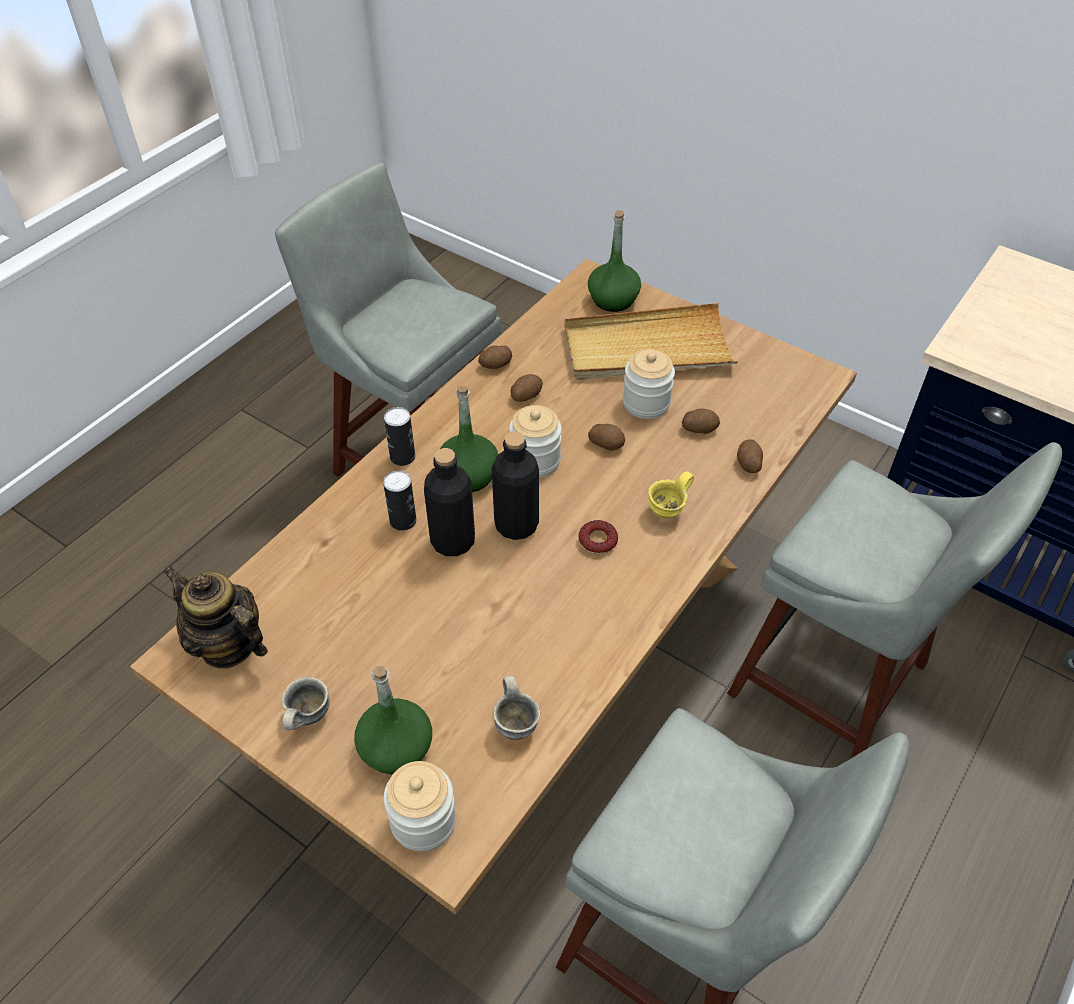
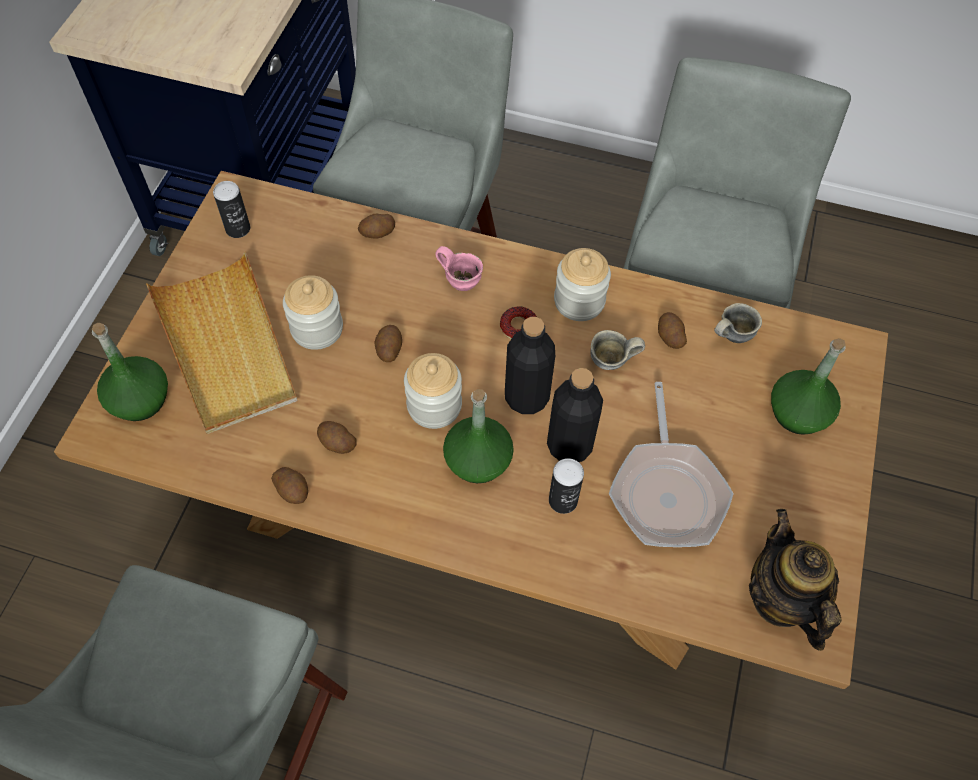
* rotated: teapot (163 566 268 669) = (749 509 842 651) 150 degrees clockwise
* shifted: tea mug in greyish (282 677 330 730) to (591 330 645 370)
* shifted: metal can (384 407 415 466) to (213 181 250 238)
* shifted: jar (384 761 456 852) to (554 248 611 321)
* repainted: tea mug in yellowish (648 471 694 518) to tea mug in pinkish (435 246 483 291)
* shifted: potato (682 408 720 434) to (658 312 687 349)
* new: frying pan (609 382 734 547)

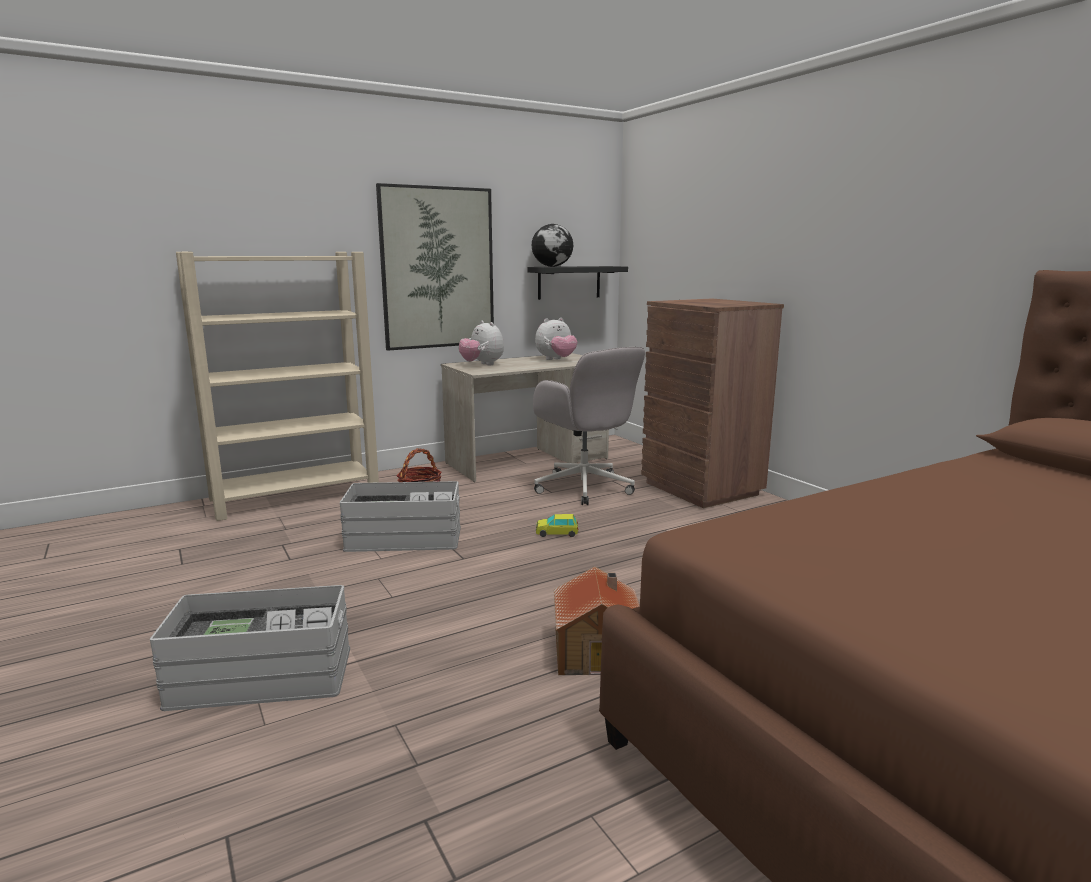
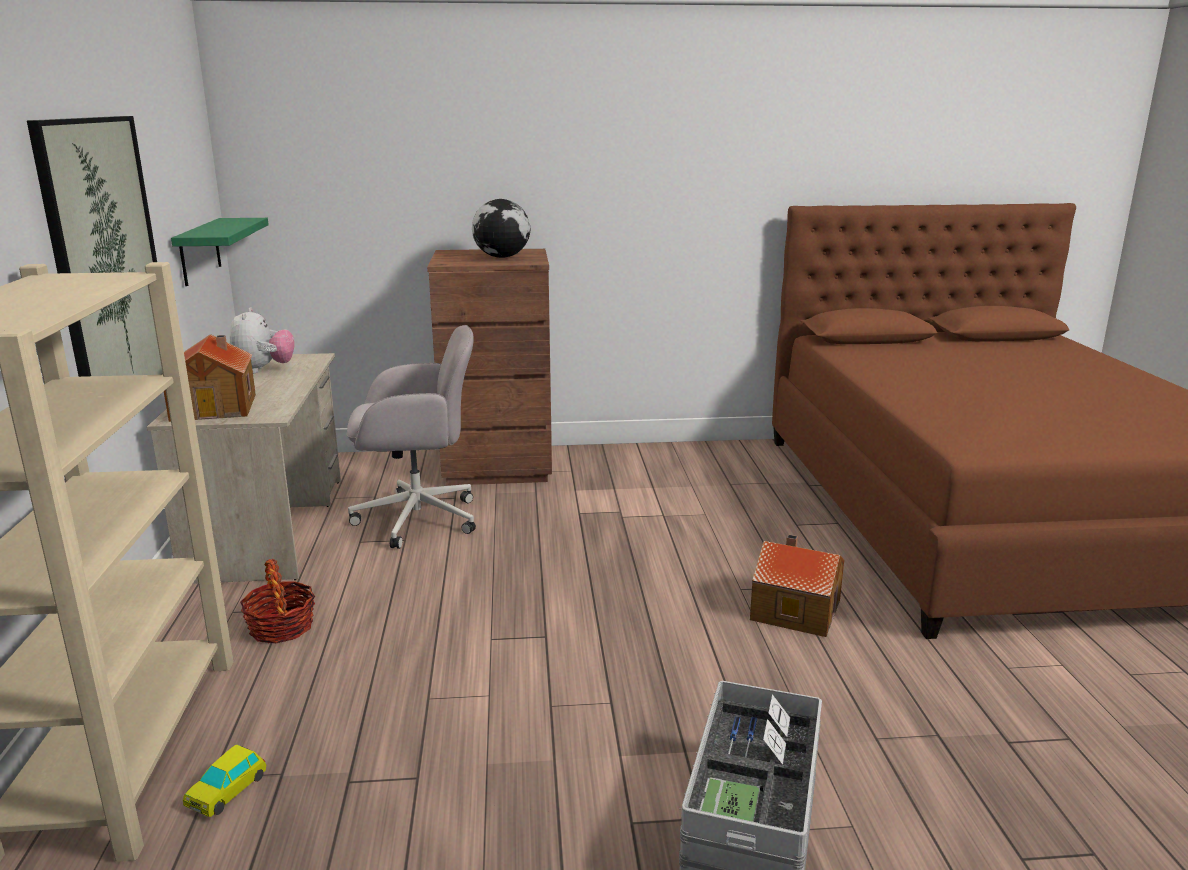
* gone: storage box in greyish (340 481 461 552)
* swapped: plush toy (459 321 504 365) to model house (162 334 256 422)
* repainted: wall shelf in black (527 266 628 300) to wall shelf in green (171 218 269 286)
* shifted: globe (531 224 573 267) to (472 199 531 258)
* shifted: miniature car (536 514 578 537) to (183 745 267 817)

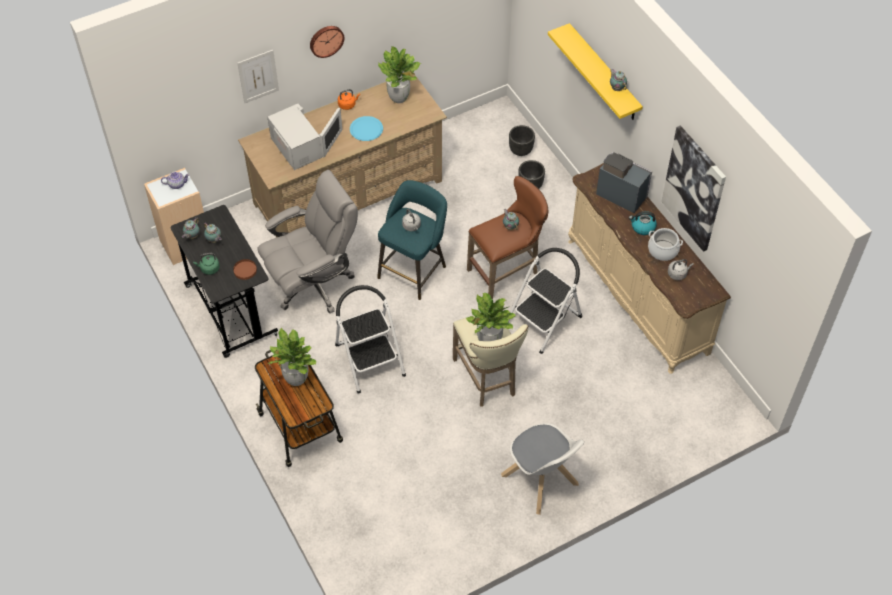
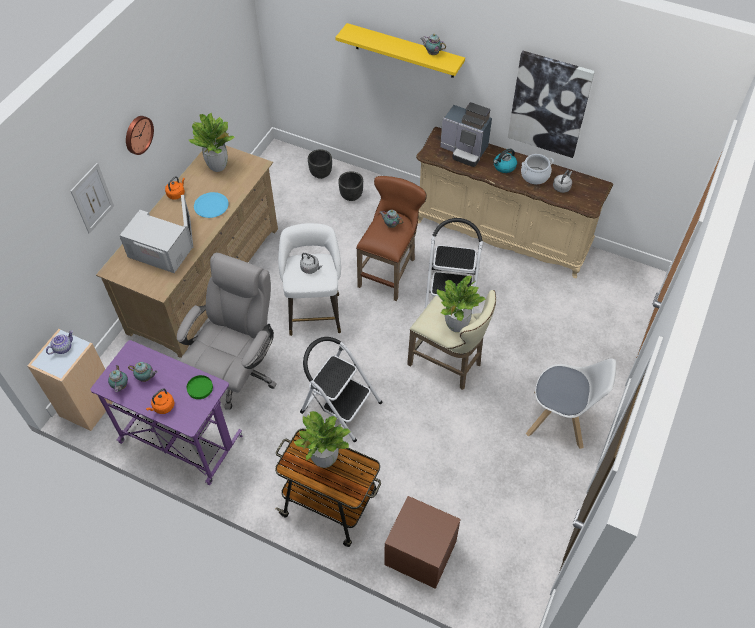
* repainted: desk in black (170 205 278 358) to desk in purple (90 340 242 485)
* repainted: kettle in green (193 253 220 275) to kettle in orangey (146 388 174 414)
* repainted: dinner plate in brown (233 259 257 280) to dinner plate in green (187 375 213 399)
* repainted: stool seat in turquoise-coloured (377 180 447 300) to stool seat in whitish (278 223 341 336)
* rotated: coffee brewer (596 152 652 213) = (440 102 492 167) 150 degrees counterclockwise
* new: nightstand in brown (385 496 461 589)

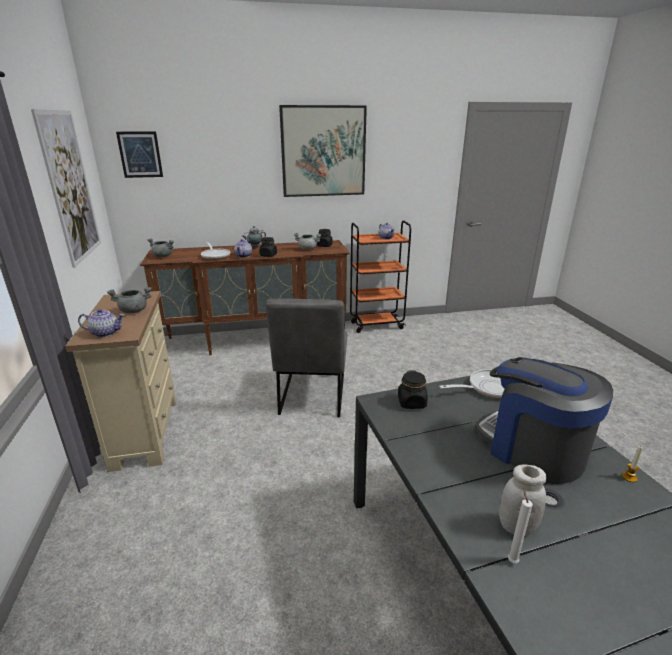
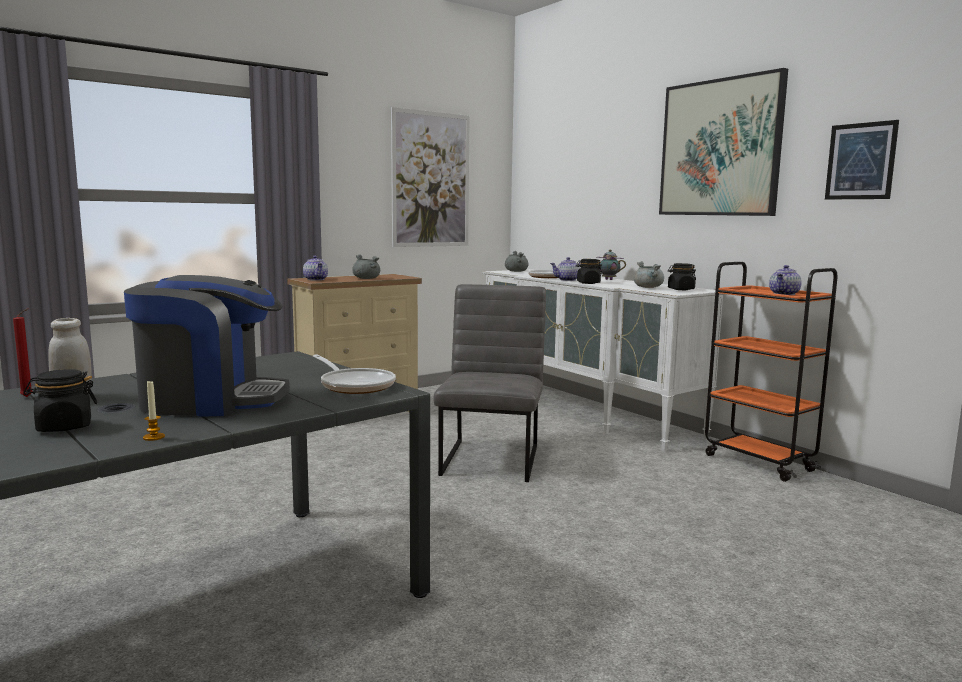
* shifted: wall art (116 131 163 178) to (825 120 899 199)
* repainted: cabinet in brown (140 240 350 355) to cabinet in whitish (482 269 724 452)
* rotated: chair in greyish (266 299 347 417) = (434 284 546 482) 120 degrees clockwise
* shifted: jar in black (398 371 428 409) to (23 369 97 432)
* rotated: coffee brewer (475 357 613 484) = (124 275 290 416) 60 degrees clockwise
* repainted: wax light in whitish (508 488 533 563) to wax light in reddish (13 308 33 397)

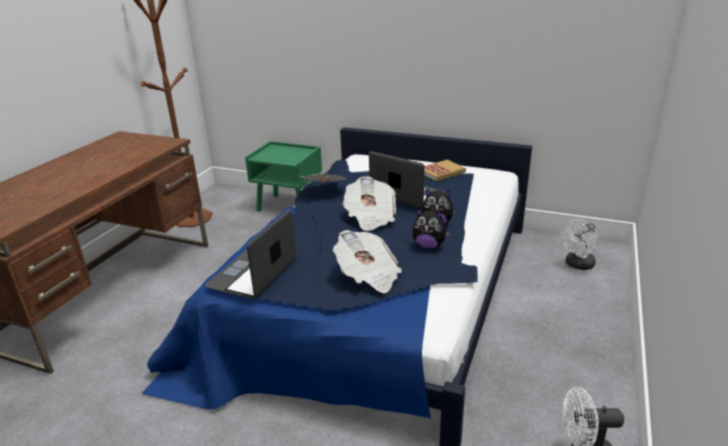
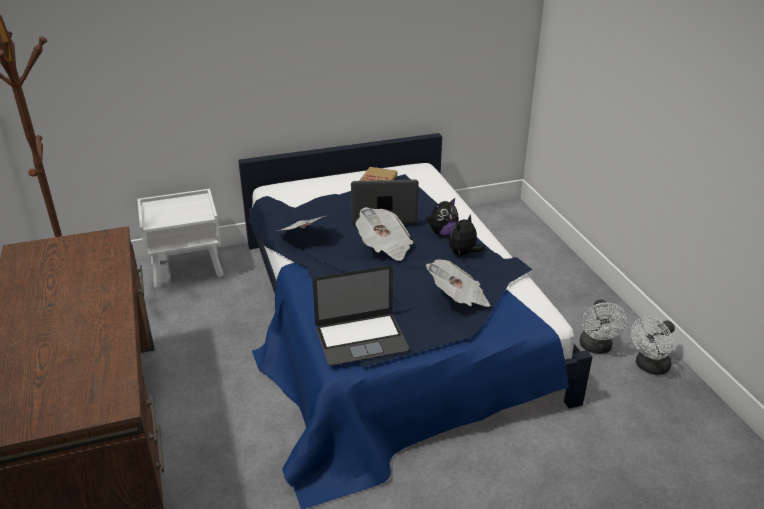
* rotated: laptop (205 209 296 299) = (313 266 409 365) 90 degrees counterclockwise
* repainted: nightstand in green (245 141 322 211) to nightstand in whitish (137 189 223 288)
* rotated: plush toy (412 208 451 249) = (449 214 485 255) 150 degrees clockwise
* shifted: cooling fan in whitish (561 219 599 270) to (579 299 628 354)

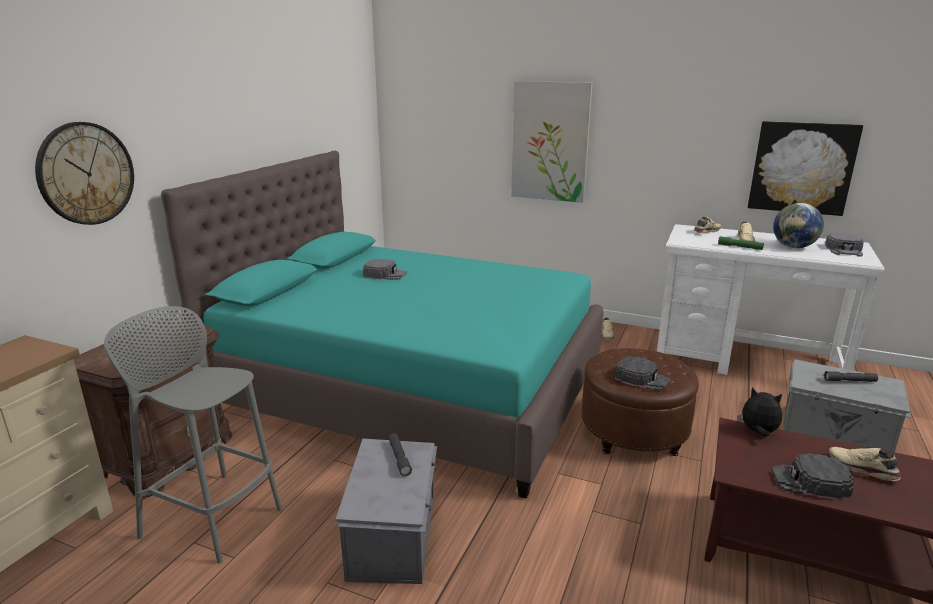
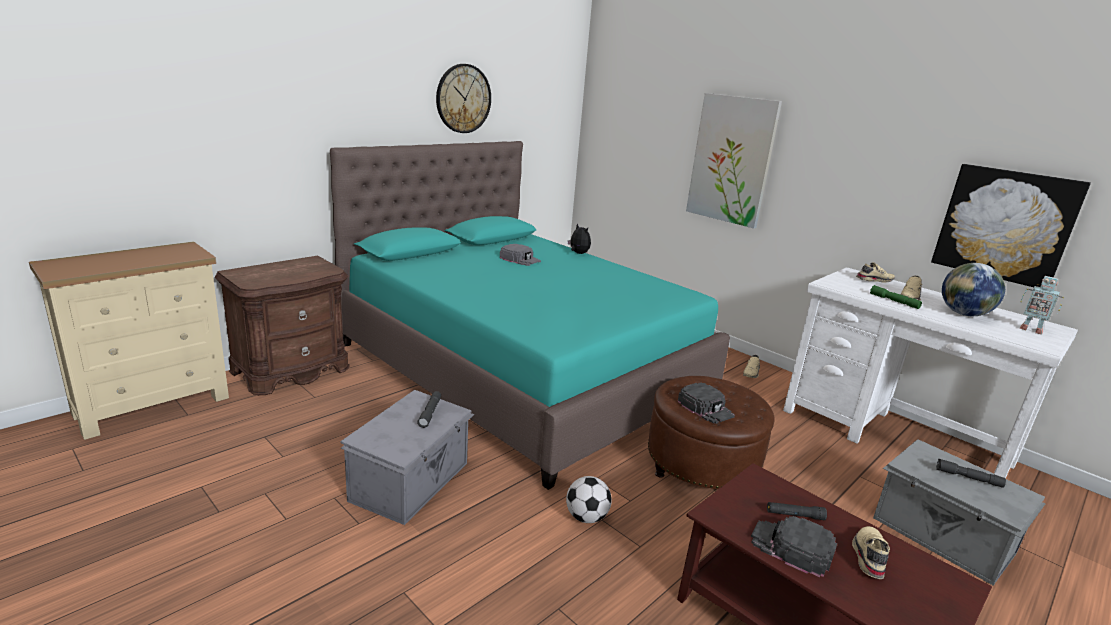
* shifted: clock on the wall (35 122 134 225) to (436 64 491 133)
* gone: stool seat in greyish (104 306 282 563)
* shifted: plush toy (737 387 782 437) to (567 223 591 254)
* swapped: baseball cap in greyish (825 233 864 257) to model robot (1020 276 1064 335)
* rotated: shoe in sand-coloured (829 447 901 481) = (852 526 890 579) 45 degrees clockwise
* new: football (566 476 612 523)
* new: torch in black (767 502 827 520)

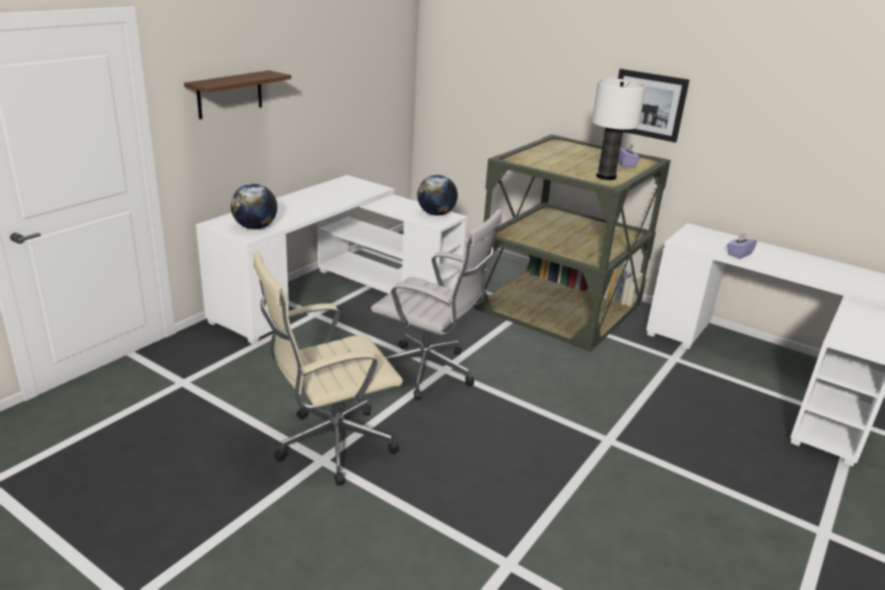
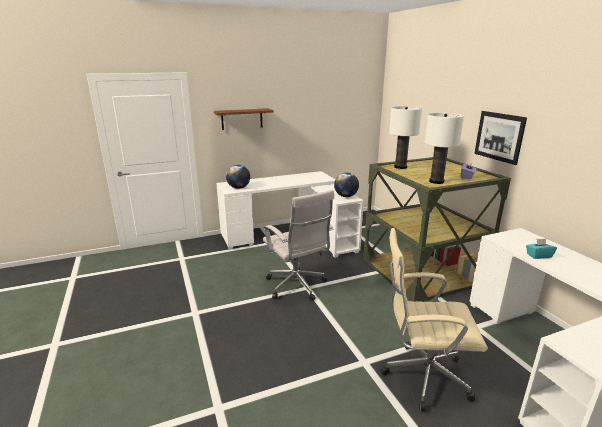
* shifted: office chair in sand-coloured (253 251 403 486) to (381 228 488 412)
* repainted: tissue holder in purple (727 233 757 259) to tissue holder in turquoise-coloured (526 239 557 259)
* new: lamp for a table in whitish (389 106 422 169)

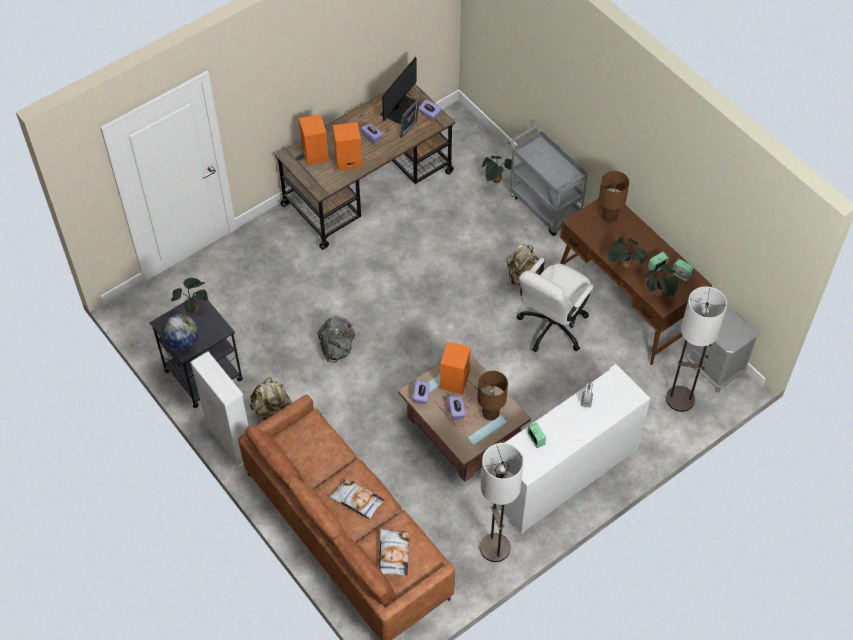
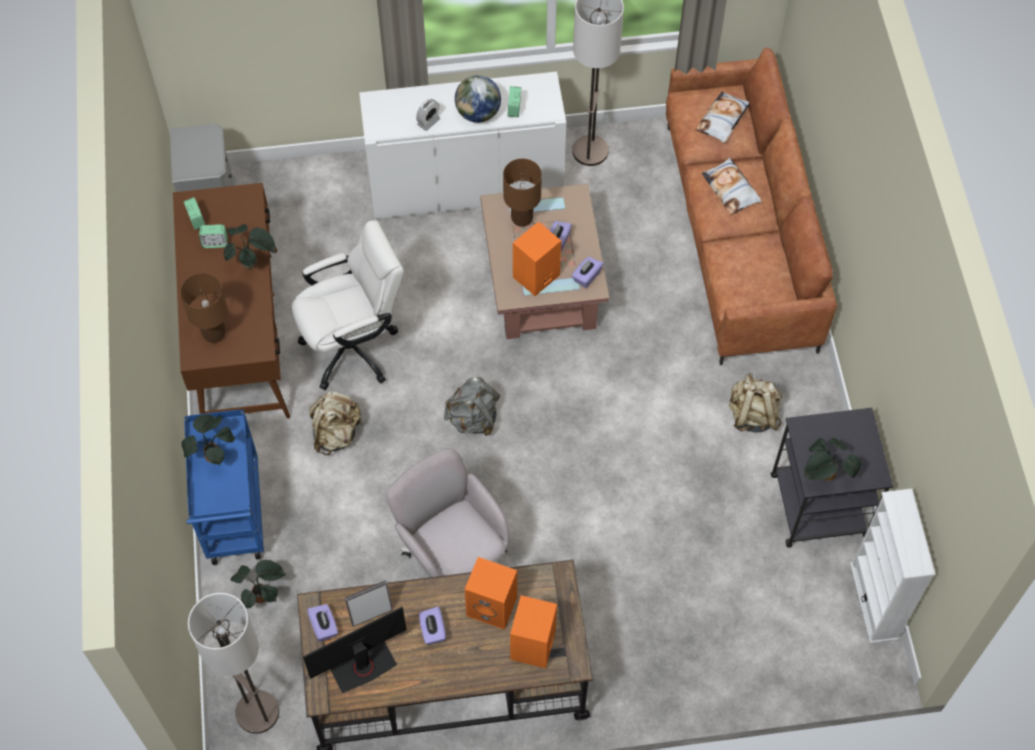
* shifted: globe (162 314 198 350) to (455 75 501 123)
* shifted: shelving unit in whitish (190 351 248 467) to (850 488 936 643)
* shifted: knapsack in greyish (317 316 355 363) to (444 377 500 436)
* repainted: trolley in greyish (508 123 588 236) to trolley in bluish (184 410 264 565)
* shifted: plant in a pot (644 264 678 300) to (182 414 235 465)
* shifted: standard lamp (666 286 727 412) to (188 592 279 734)
* new: office chair in greyish (386 448 509 577)

